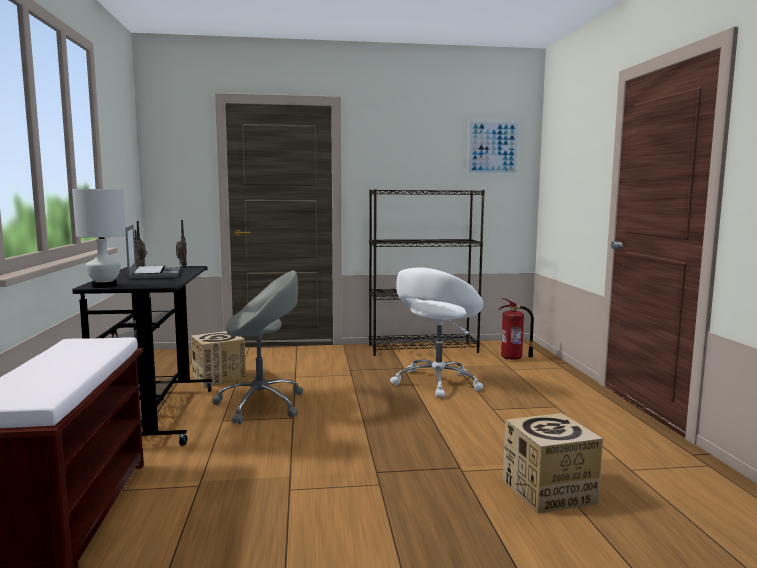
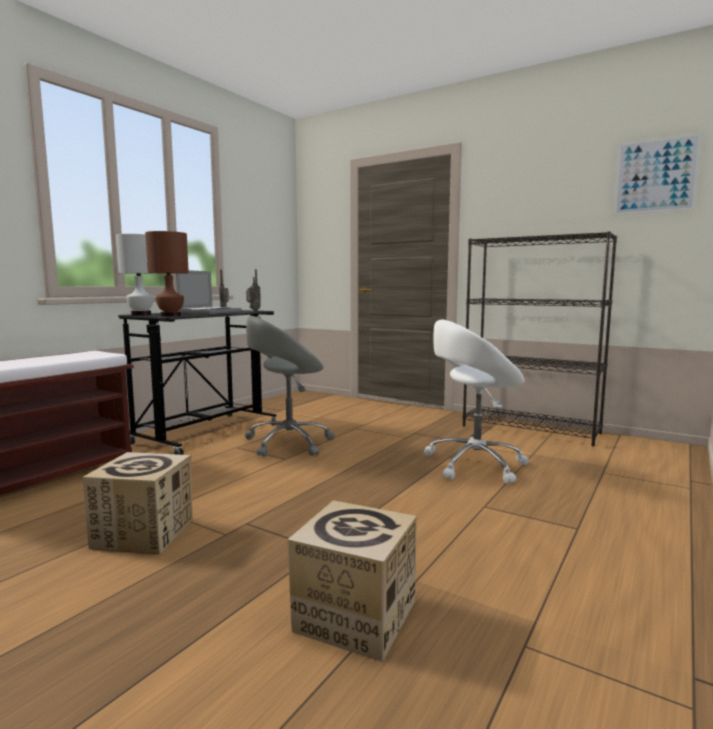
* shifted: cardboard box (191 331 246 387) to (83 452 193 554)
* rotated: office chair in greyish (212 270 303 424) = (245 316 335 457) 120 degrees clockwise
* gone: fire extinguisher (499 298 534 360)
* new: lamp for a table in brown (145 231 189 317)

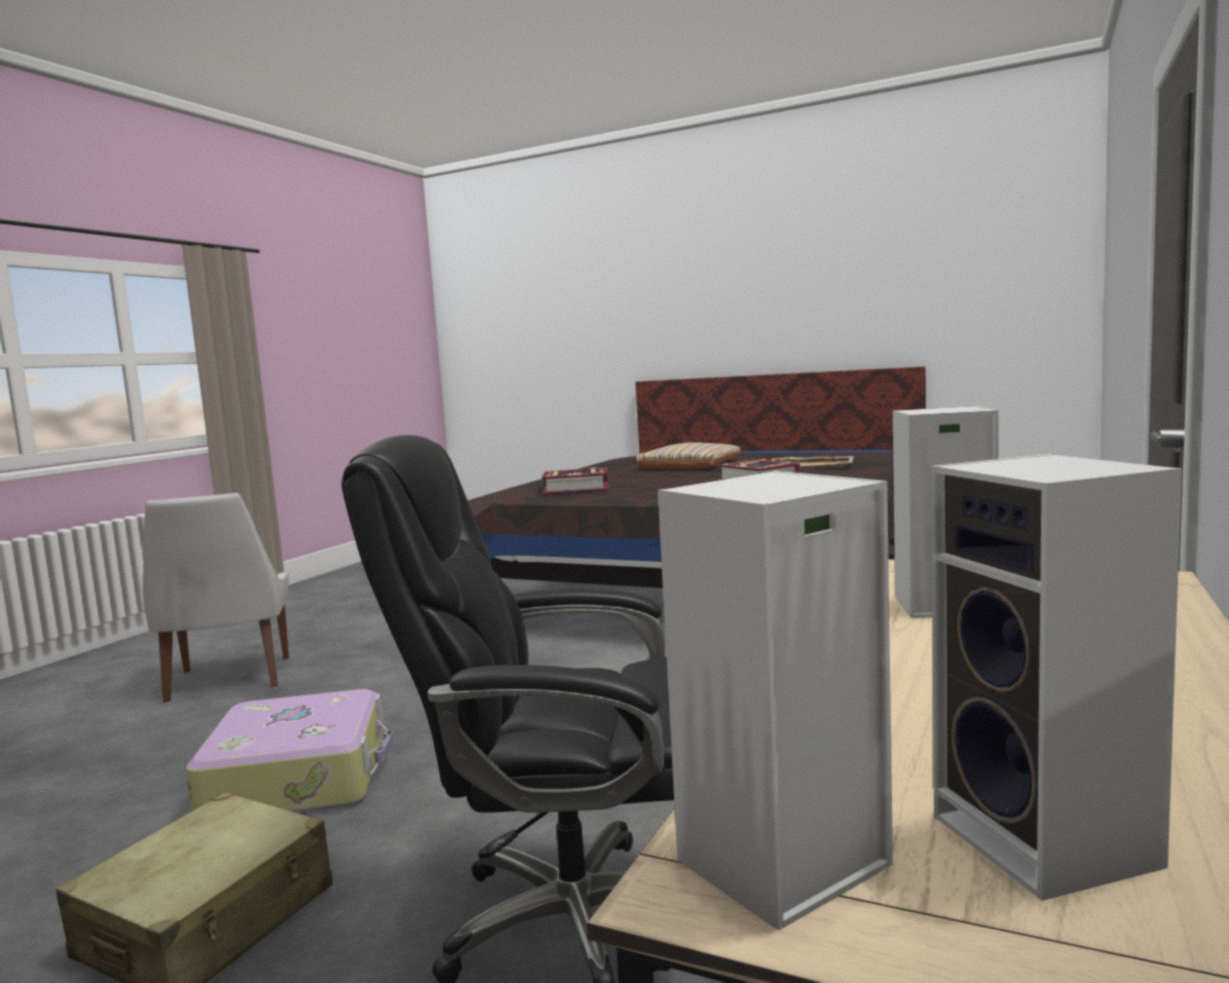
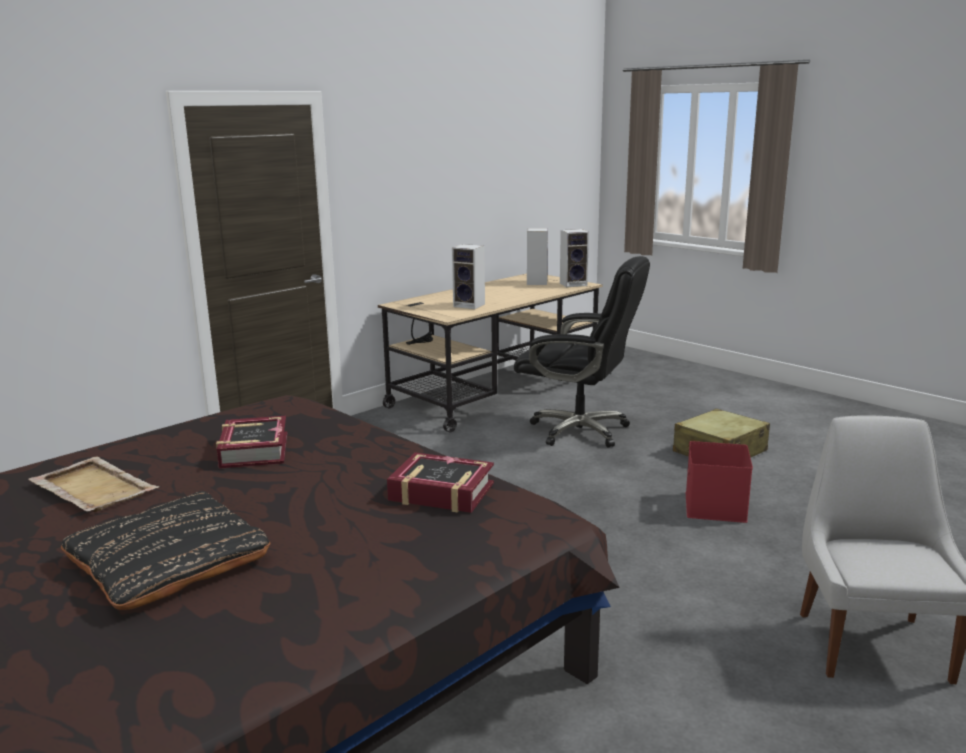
* swapped: travel case (186 689 394 813) to storage box in reddish (686 441 753 523)
* repainted: throw pillow in sand-coloured (636 442 741 468) to throw pillow in black (61 491 270 610)

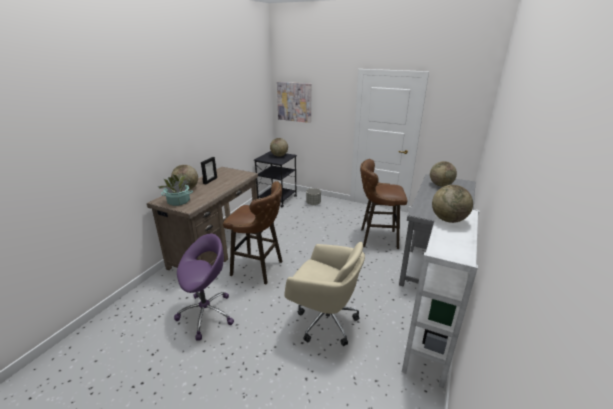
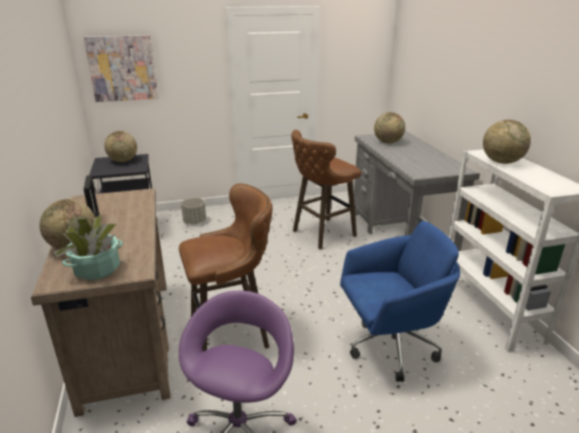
* repainted: office chair in sand-coloured (284 242 365 346) to office chair in bluish (340 221 460 382)

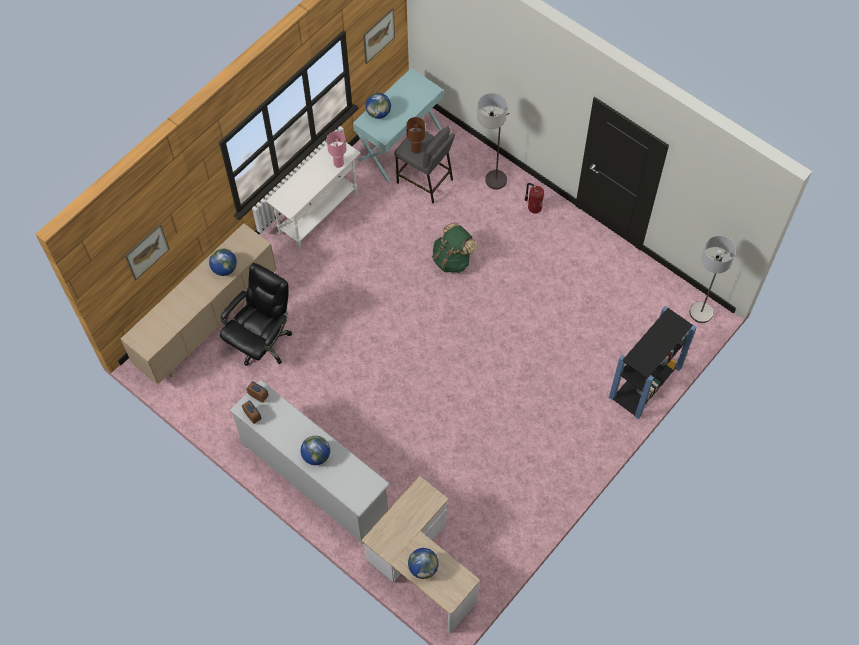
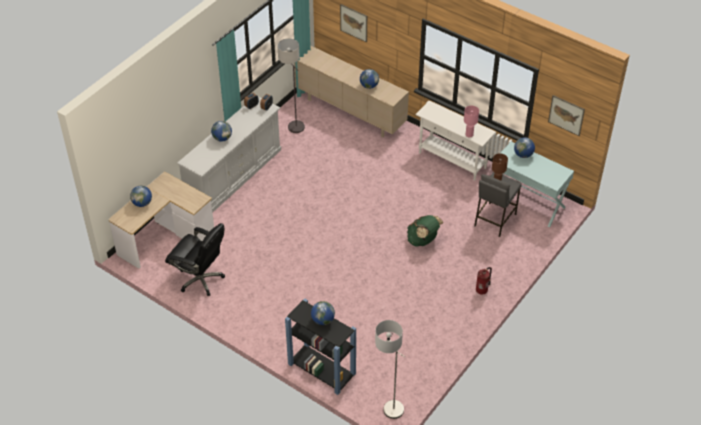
* shifted: office chair in black (220 263 292 366) to (165 223 225 296)
* shifted: standard lamp in greyish (477 93 510 190) to (278 38 305 133)
* new: globe (311 301 335 325)

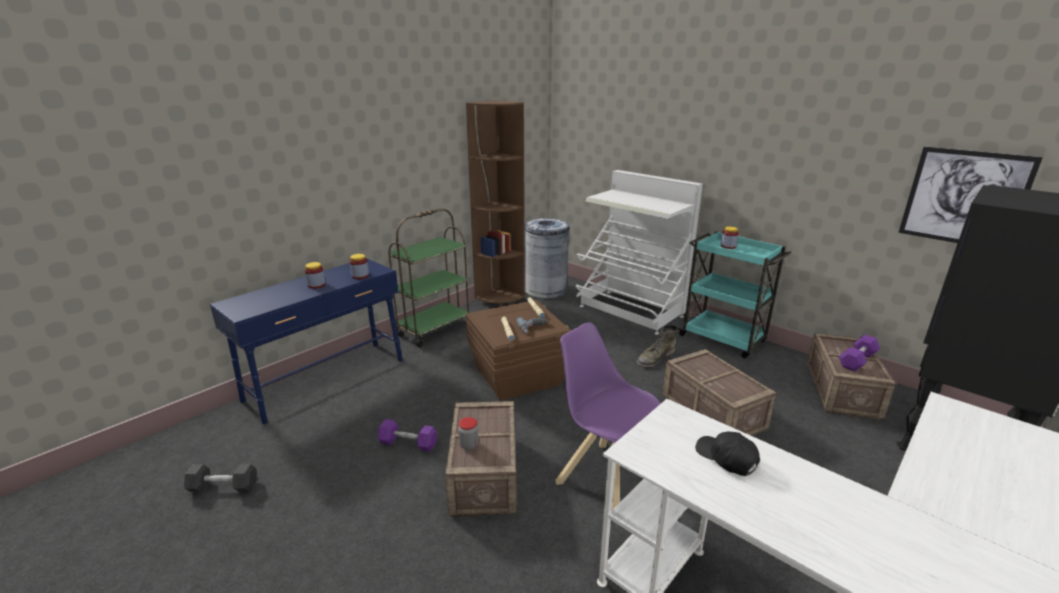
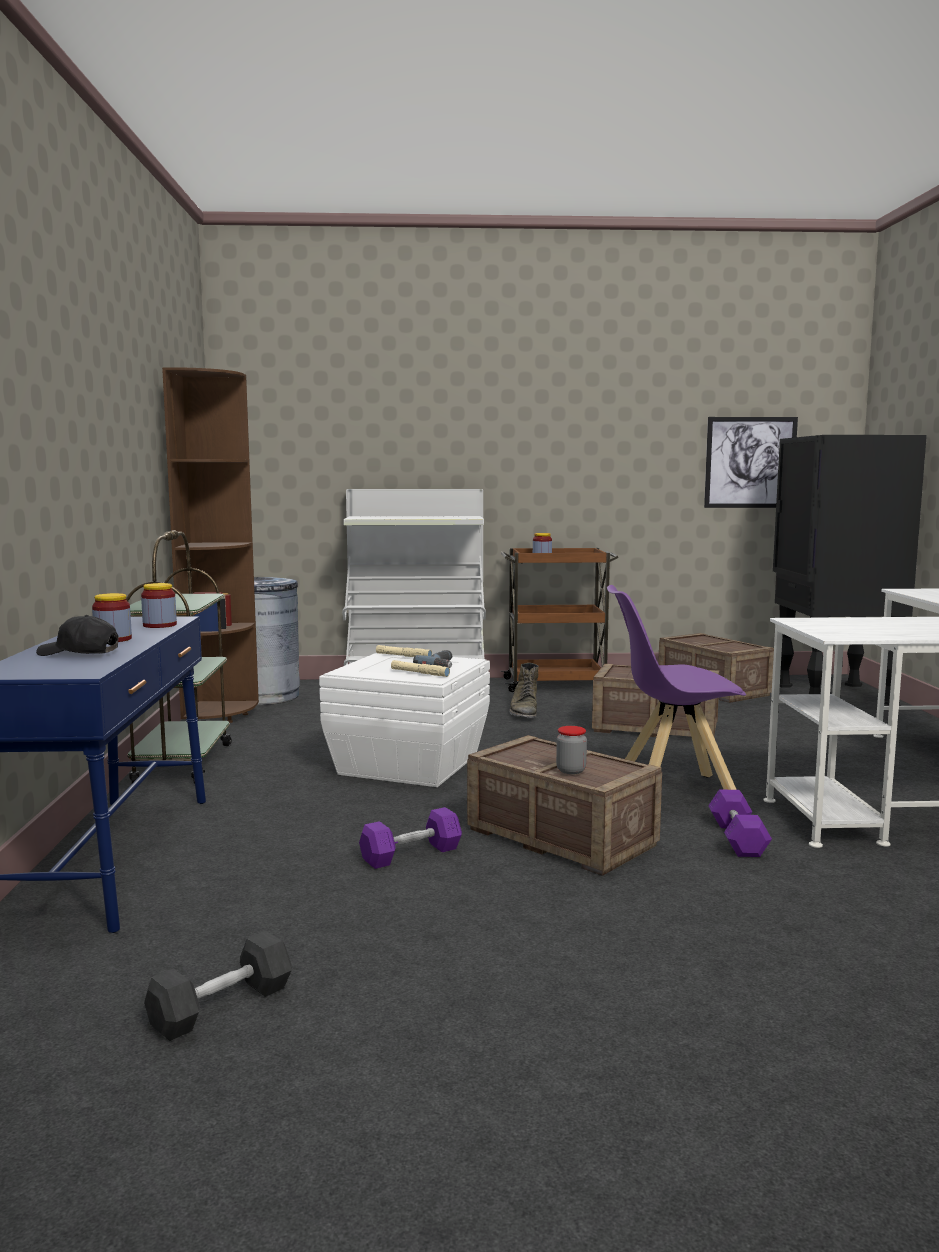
* repainted: storage box in brown (466 300 571 401) to storage box in whitish (319 653 490 787)
* repainted: trolley in turquoise-coloured (678 231 792 358) to trolley in brown (500 548 619 692)
* shifted: baseball cap in black (695 431 760 476) to (36 615 119 656)
* shifted: hand weight in purple (839 334 880 371) to (708 790 772 857)

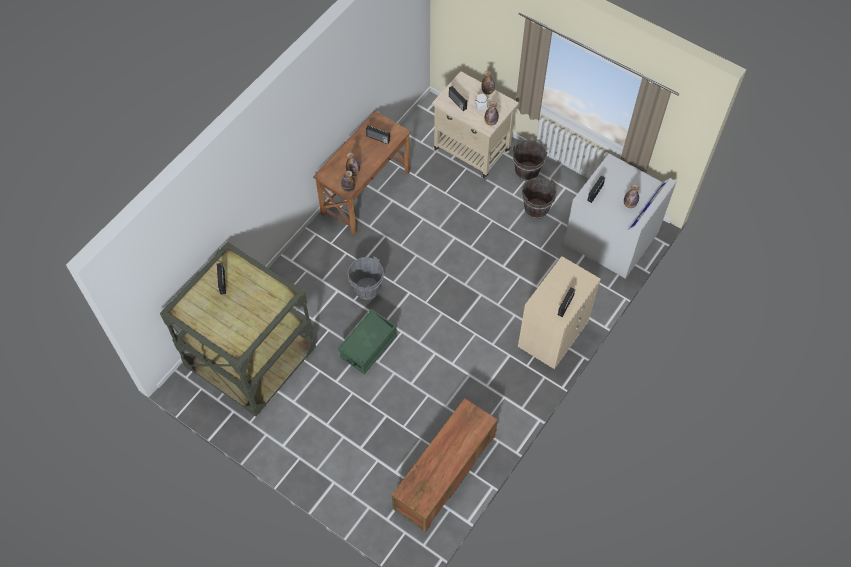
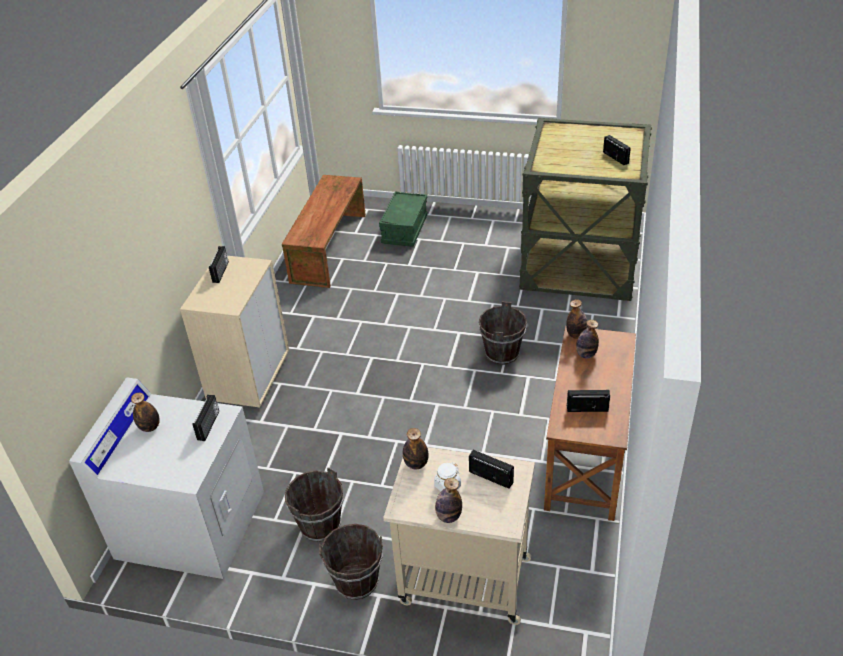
* shifted: storage box in green (338 309 397 374) to (379 192 428 247)
* repainted: bucket in greyish (347 256 384 300) to bucket in brown (479 301 527 365)

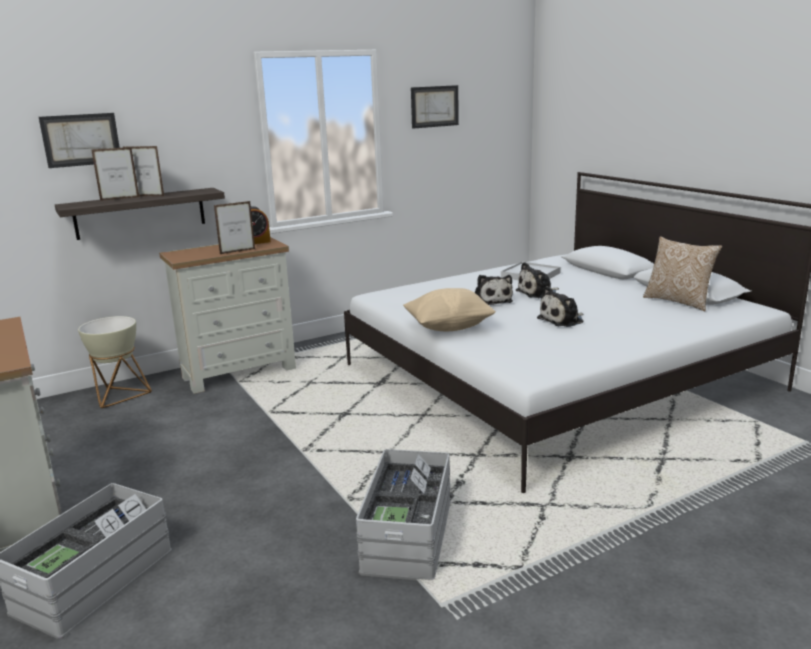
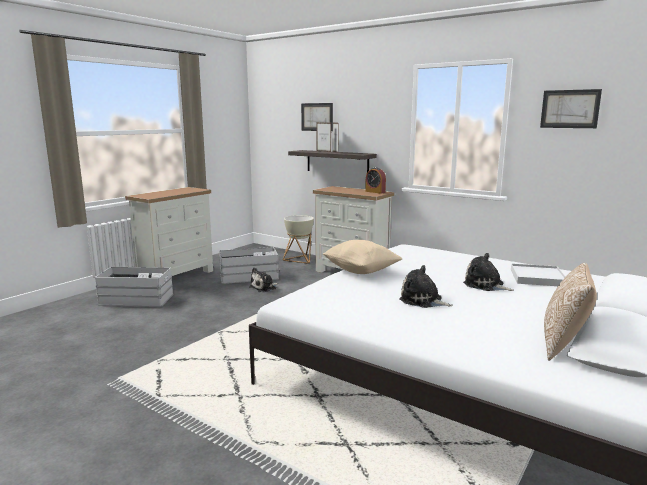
* gone: standing frame (214 201 255 254)
* shifted: storage box in greyish (356 449 451 580) to (219 247 279 284)
* shifted: plush toy (475 275 513 305) to (249 267 278 292)

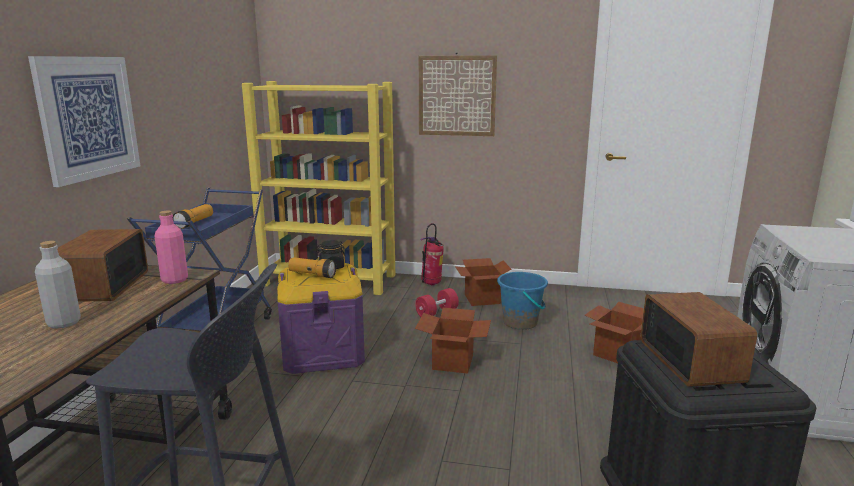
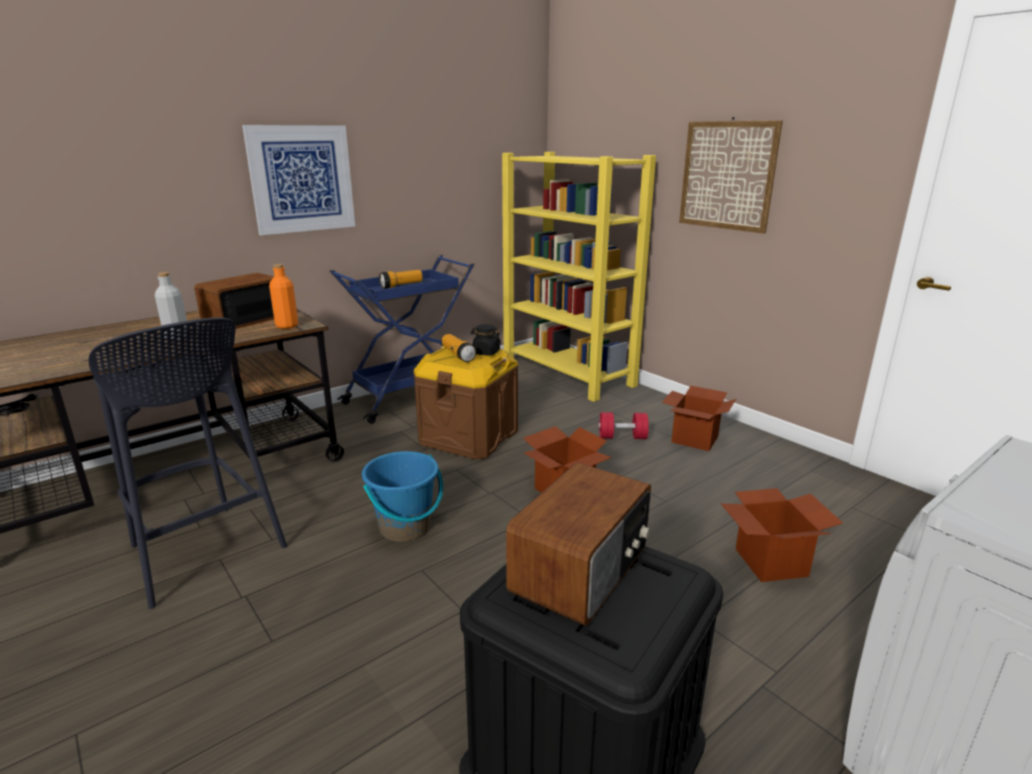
* repainted: beverage bottle in pinkish (154 211 188 284) to beverage bottle in orangey (269 264 298 329)
* repainted: storage box in purple (277 263 365 374) to storage box in brown (413 346 518 460)
* gone: fire extinguisher (420 223 444 285)
* shifted: bucket in bluish (497 272 548 330) to (362 451 443 542)

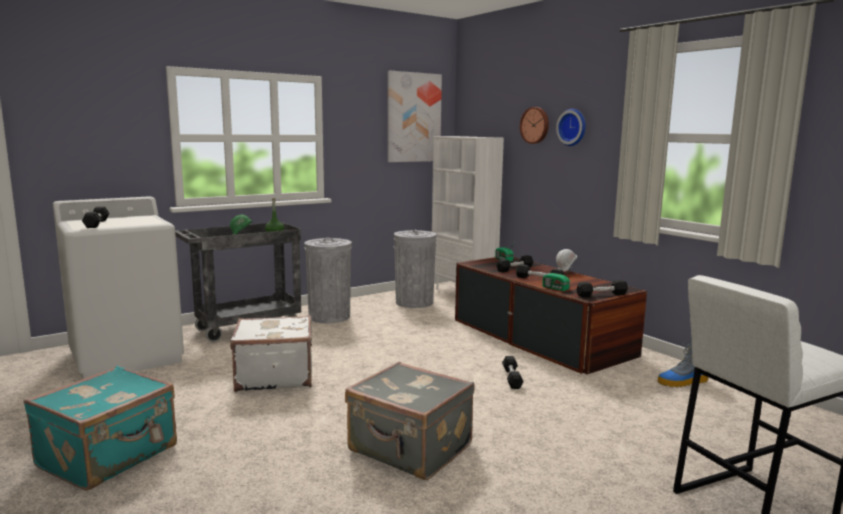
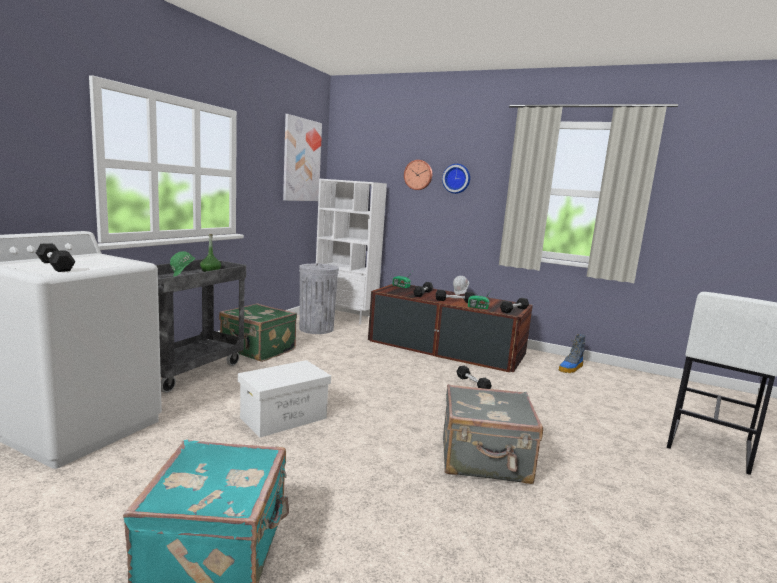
* swapped: travel case in whitish (230 315 312 392) to storage box in whitish (238 360 331 438)
* swapped: trash can in greyish (304 238 352 323) to travel case in green (219 303 297 362)

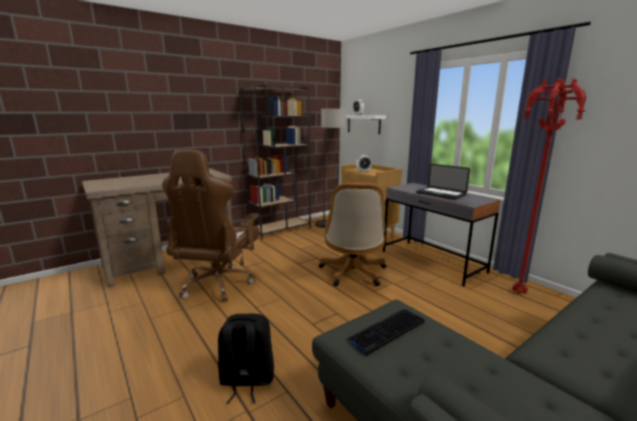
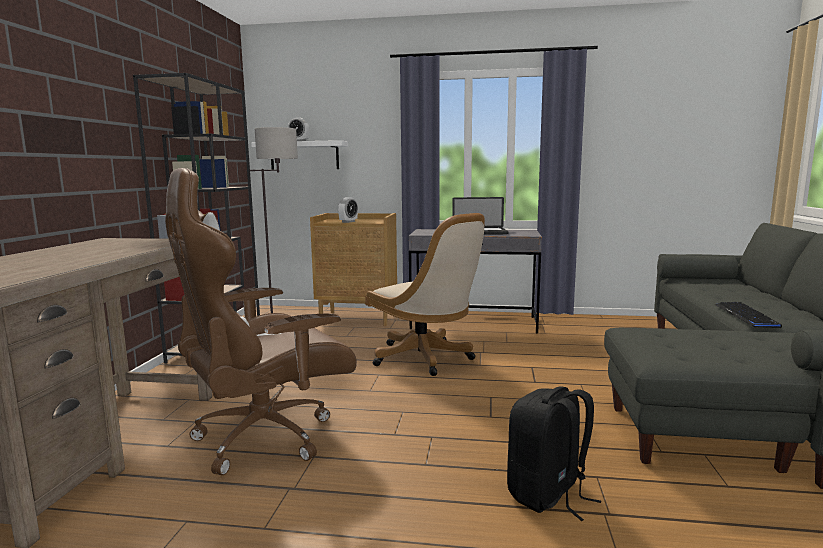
* rotated: office chair in brown (162 150 259 302) = (165 168 357 475) 90 degrees clockwise
* shifted: keyboard (347 310 425 356) to (715 302 782 328)
* gone: standard lamp in reddish (512 78 586 294)

